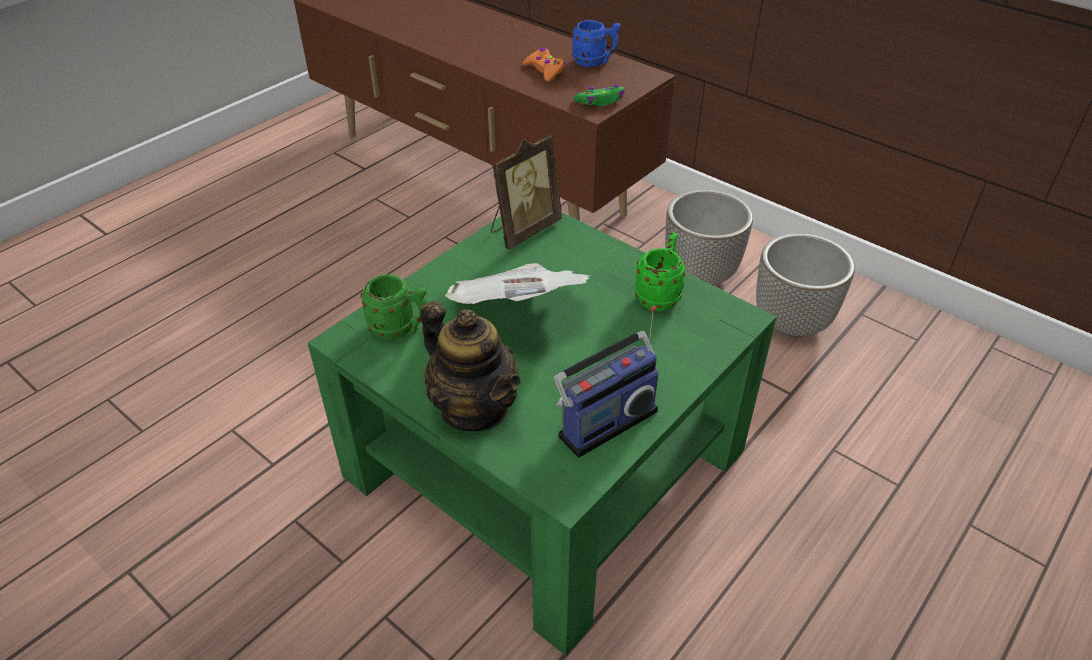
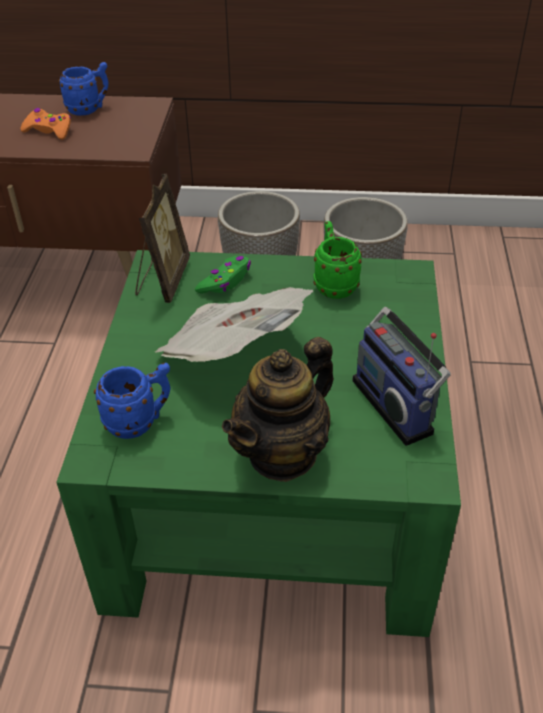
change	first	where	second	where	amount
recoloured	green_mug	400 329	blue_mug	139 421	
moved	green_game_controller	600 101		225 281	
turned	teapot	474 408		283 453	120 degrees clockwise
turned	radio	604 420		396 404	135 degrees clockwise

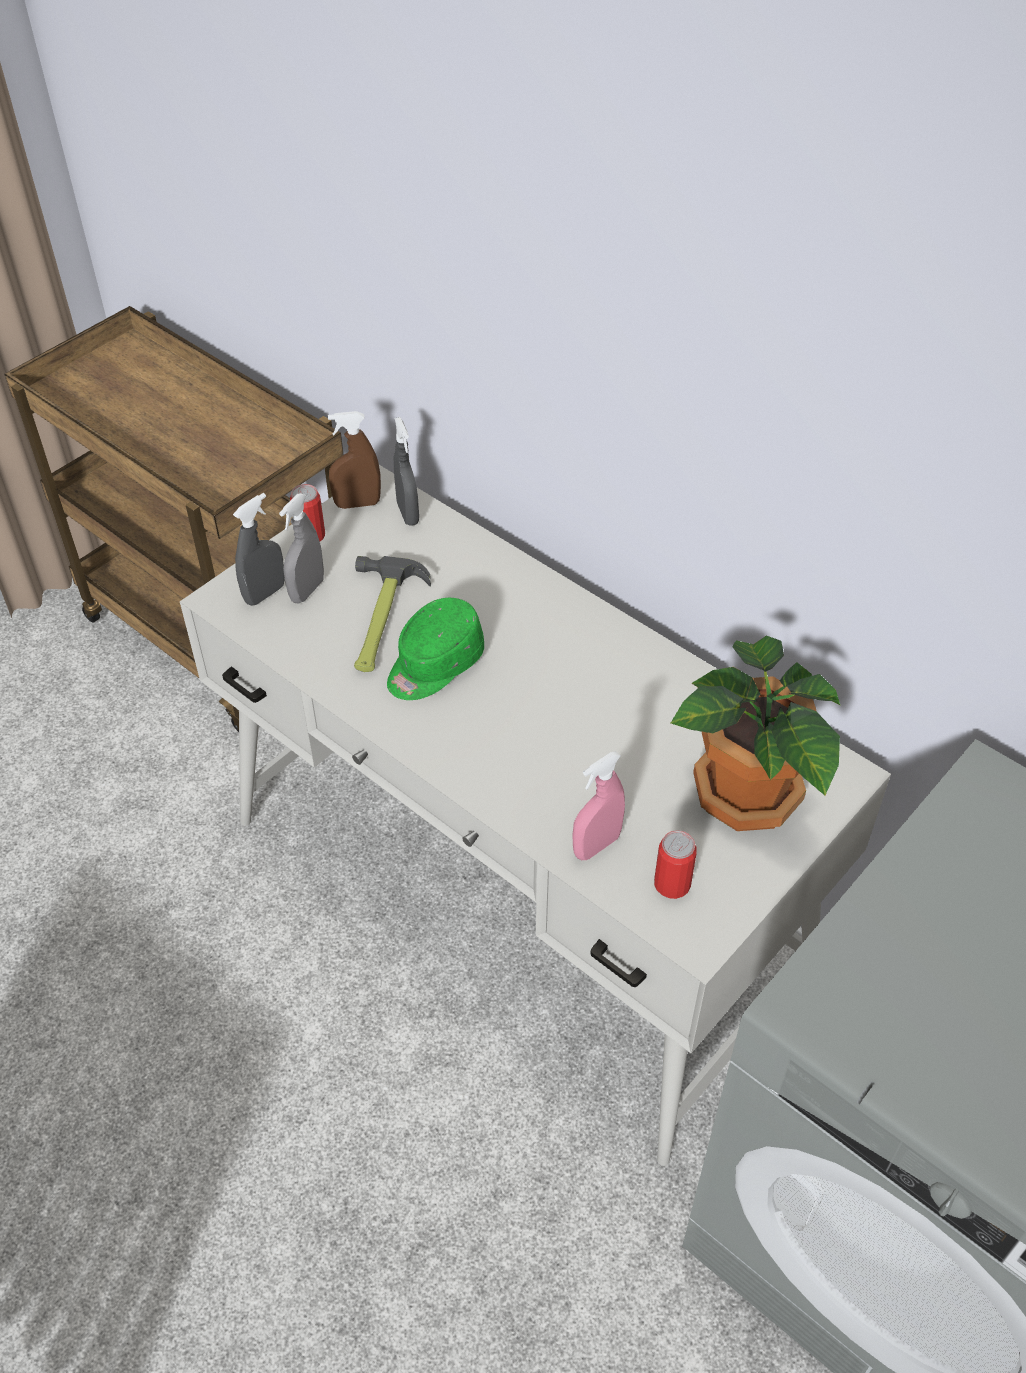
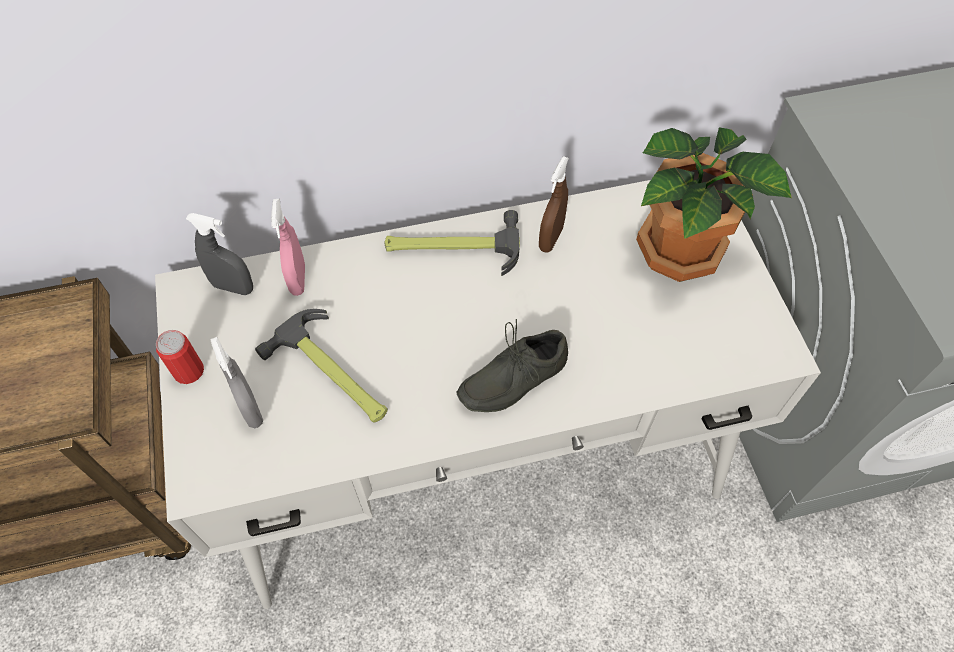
change	first	where	second	where	amount
moved	pink_spray_bottle	596 845		298 279	
added			hammer	452 247	
added			grey_shoe	510 376	
moved	brown_spray_bottle	357 504		550 238	
removed	grey_spray_bottle	265 593			
removed	green_cap	434 665			
removed	can	672 884			

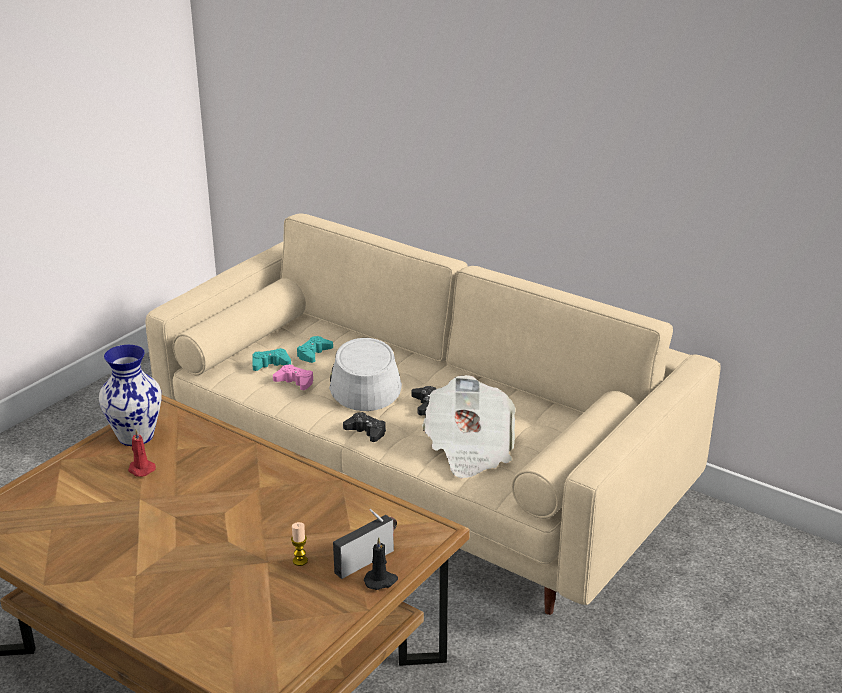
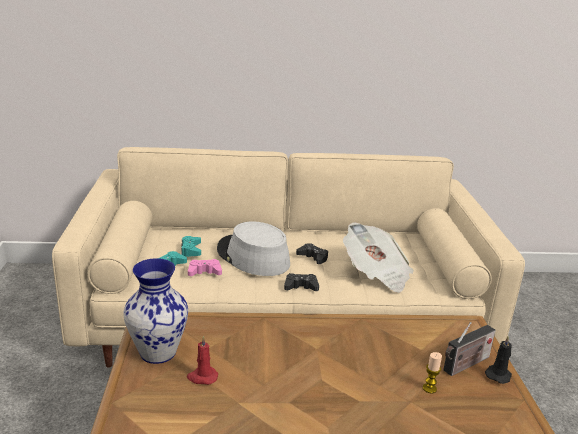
change	first	where	second	where	amount
turned	radio	366 560		465 365	135 degrees counterclockwise

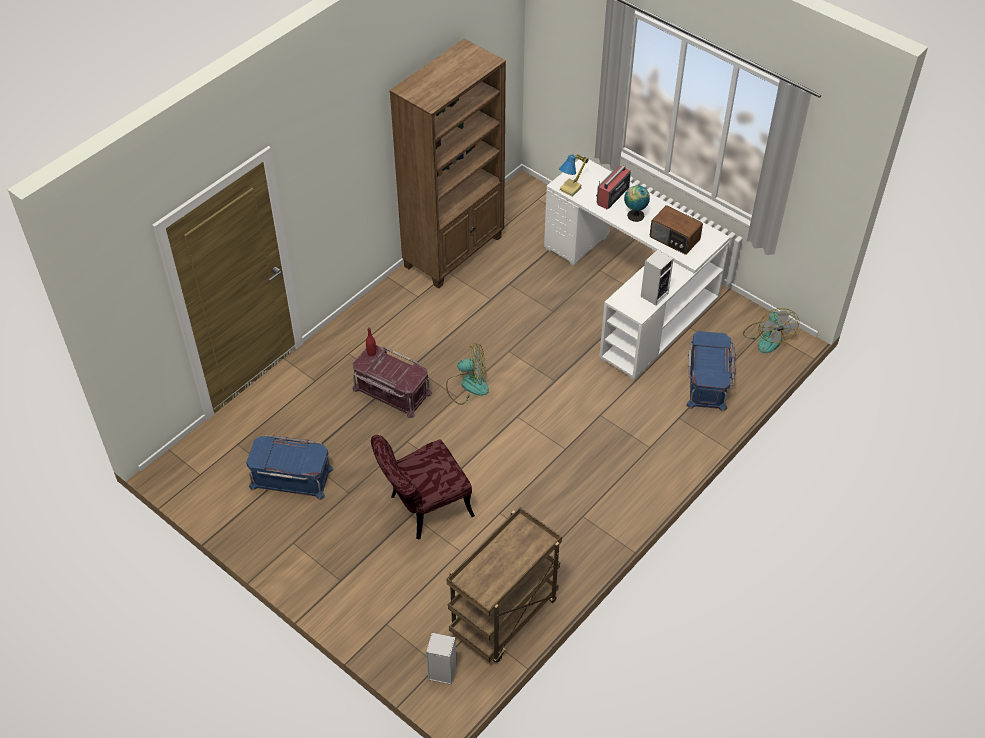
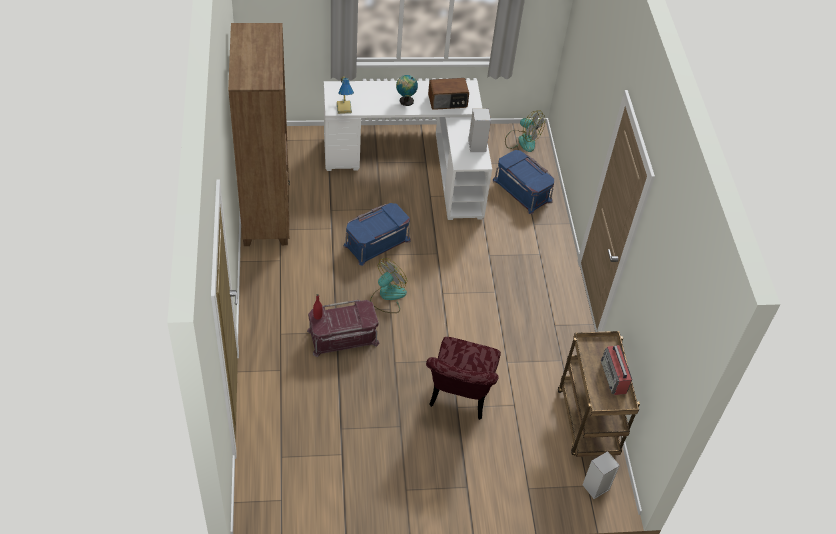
change	first	where	second	where	amount
moved	blue_storage_box	292 476		376 242	
moved	radio	612 196		613 377	

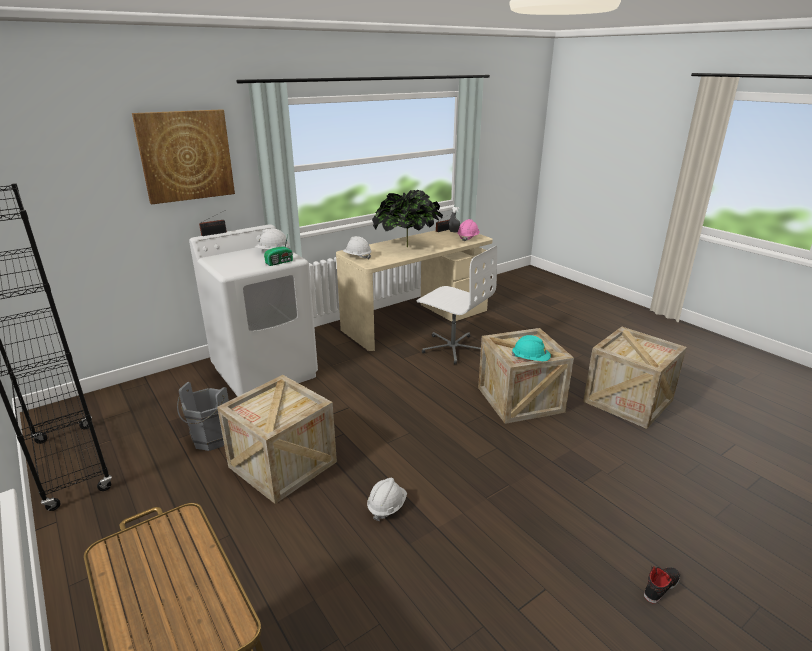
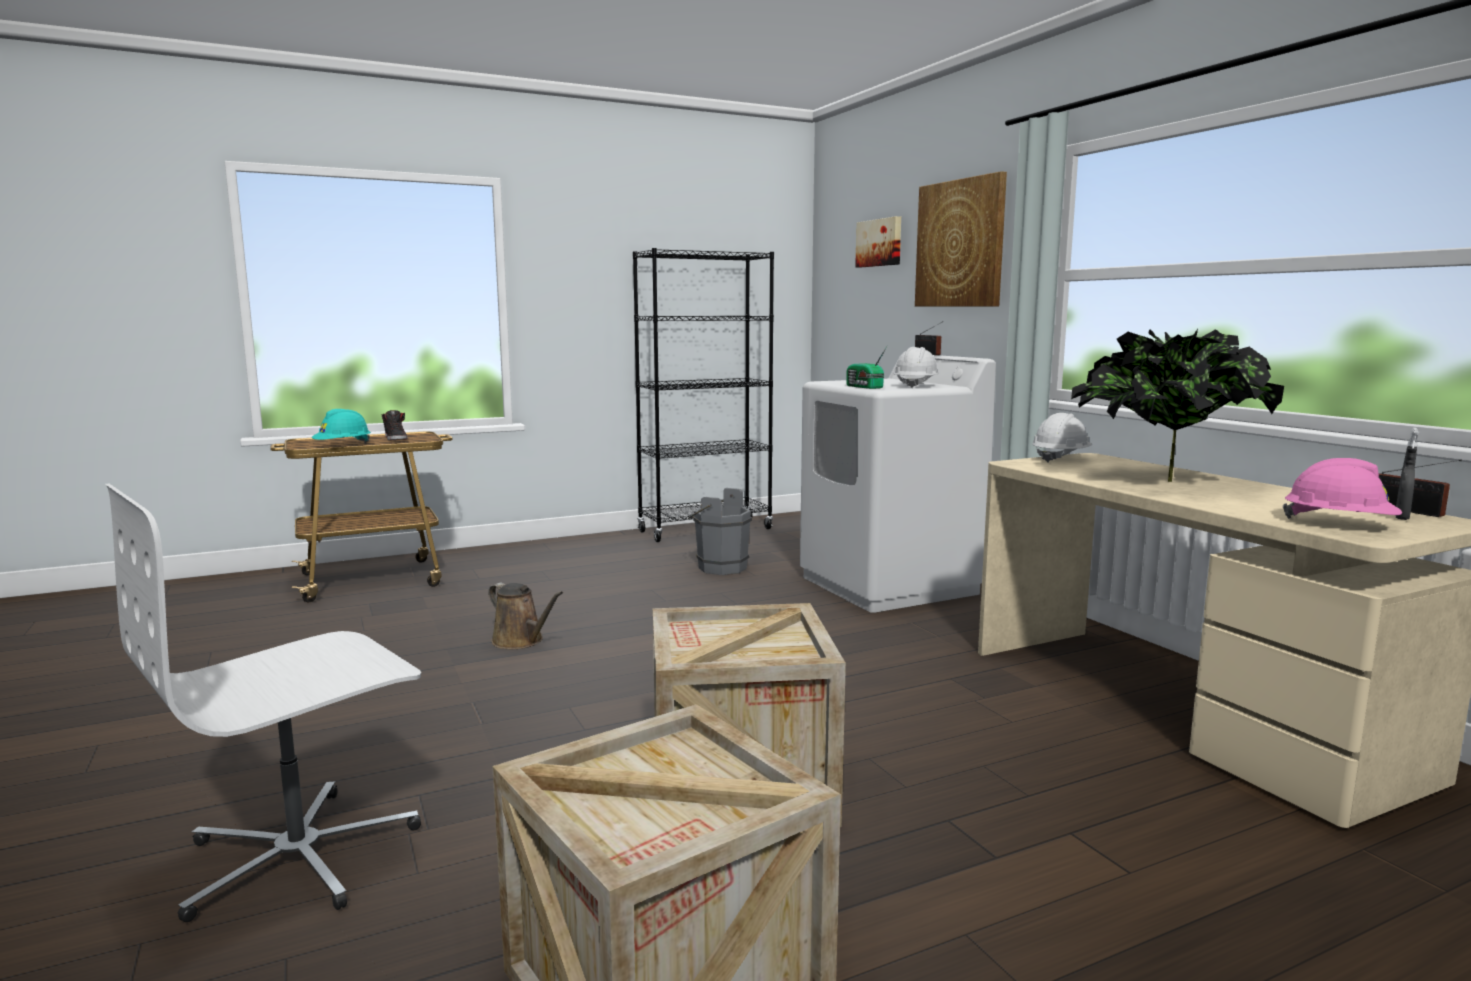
change	first	where	second	where	amount
moved	white_office_chair	452 348		300 856	
moved	turquoise_hard_hat	530 359		343 446	
moved	black_shoe	660 586		396 438	
replaced	white_hard_hat	386 506	brown_watering_can	521 641	
added			picture	880 243	
removed	crate	282 464			

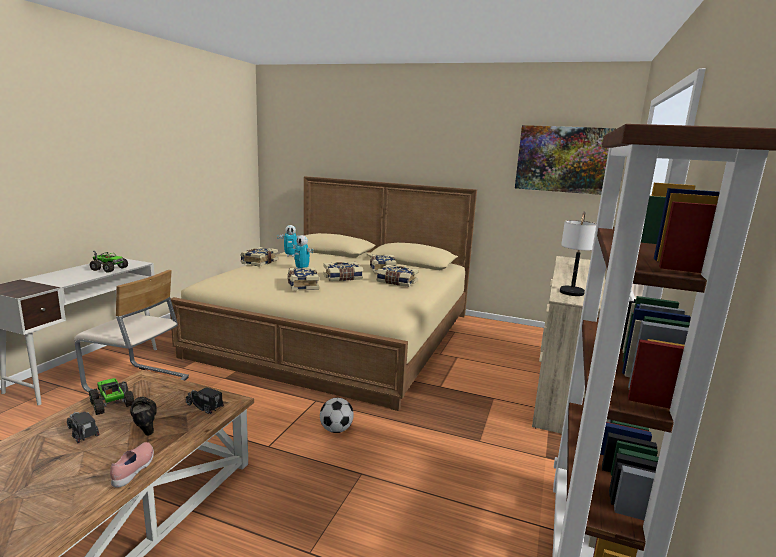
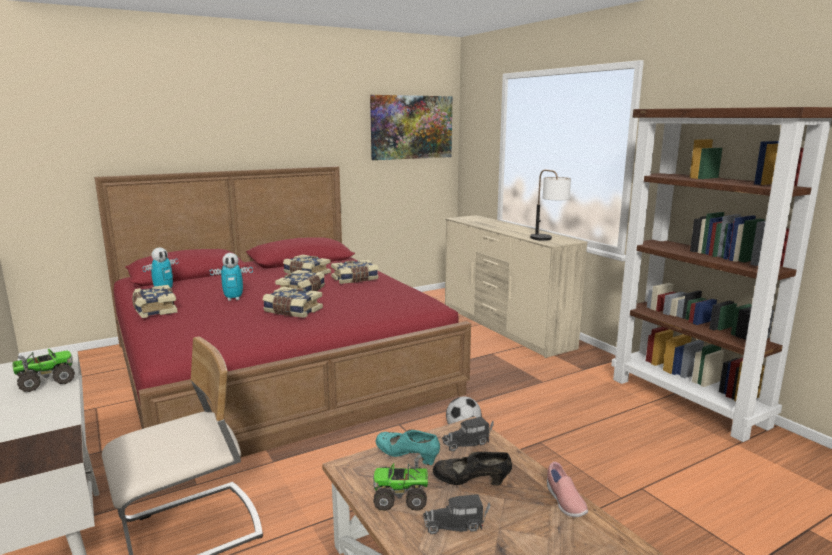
change	first	where	second	where	amount
recoloured	beige_bed	340 333	red_bed	277 367	
added			turquoise_shoe	407 457	
turned	pink_shoe	134 470		564 502	150 degrees counterclockwise

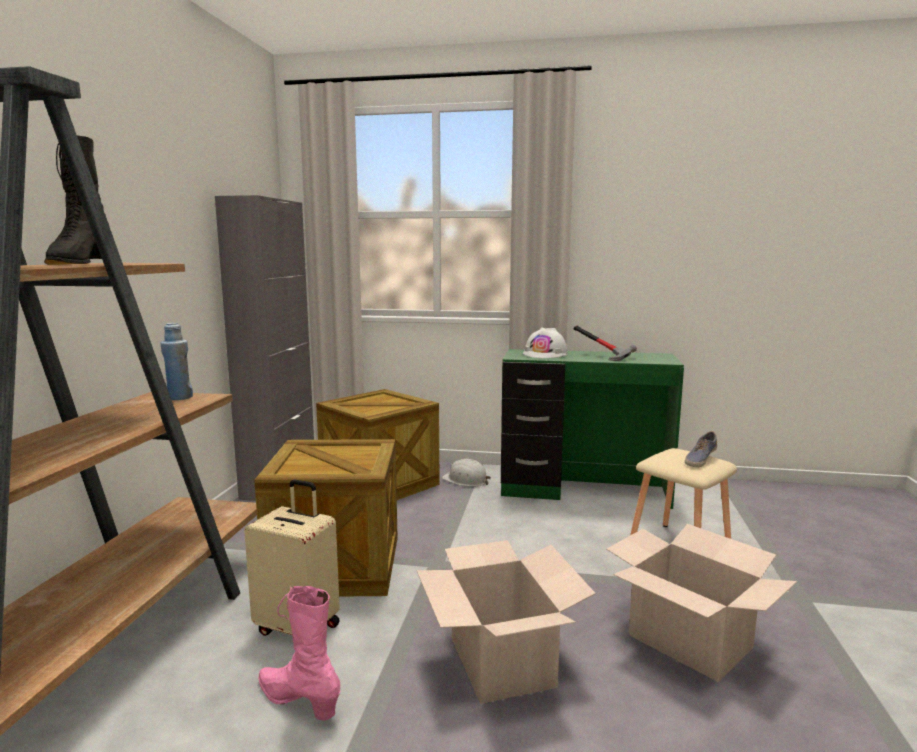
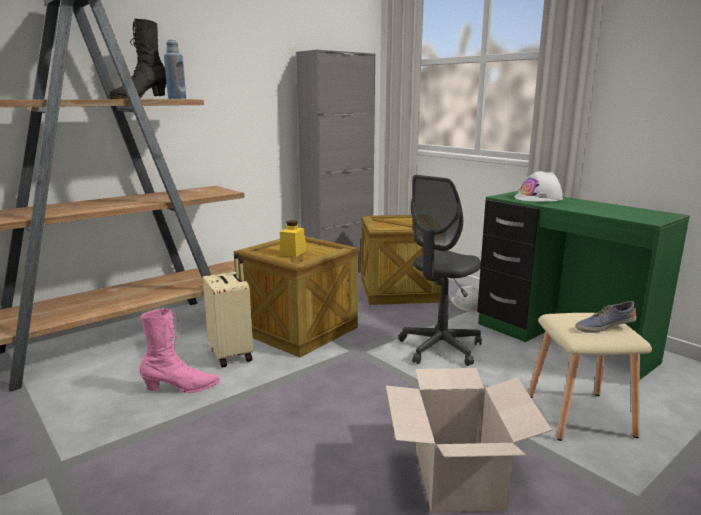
change	first	where	second	where	amount
turned	pink_boot	298 701		181 388	90 degrees clockwise
moved	blue_bottle	179 397		177 98	
added			yellow_jar	293 252	
added			grey_office_chair	440 348	
removed	cardboard_box	502 662			
removed	hammer	604 356			

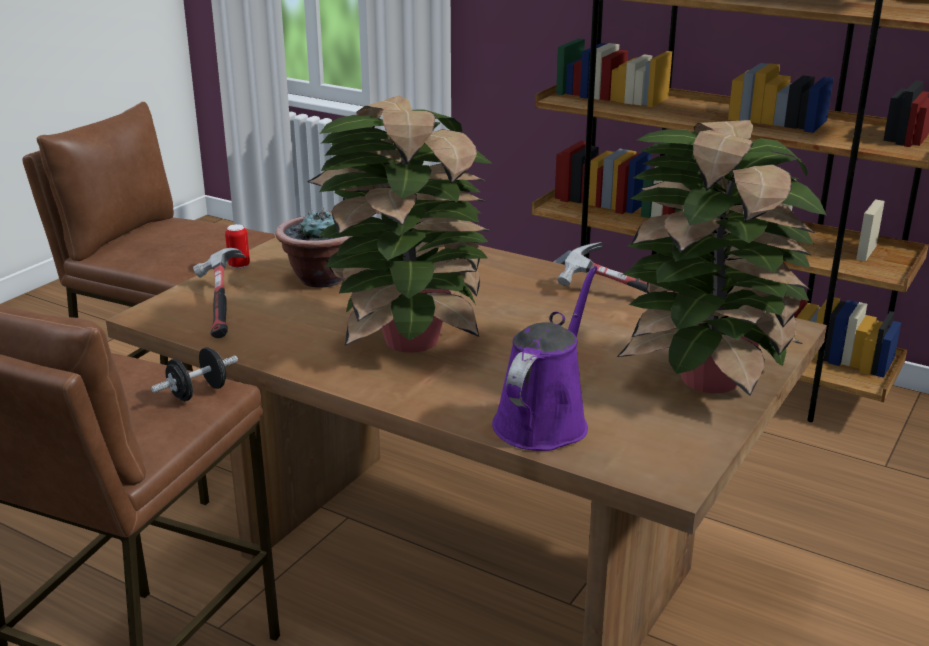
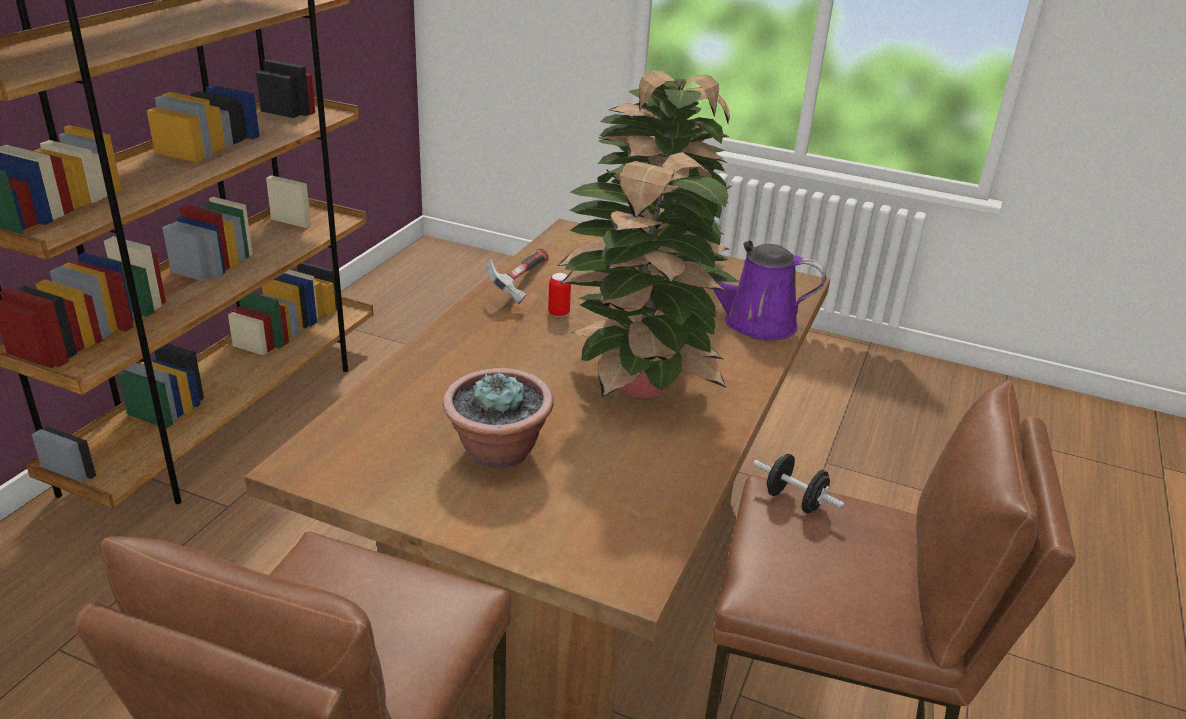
change	first	where	second	where	amount
moved	can	239 266		558 313	
removed	hammer	221 305			

